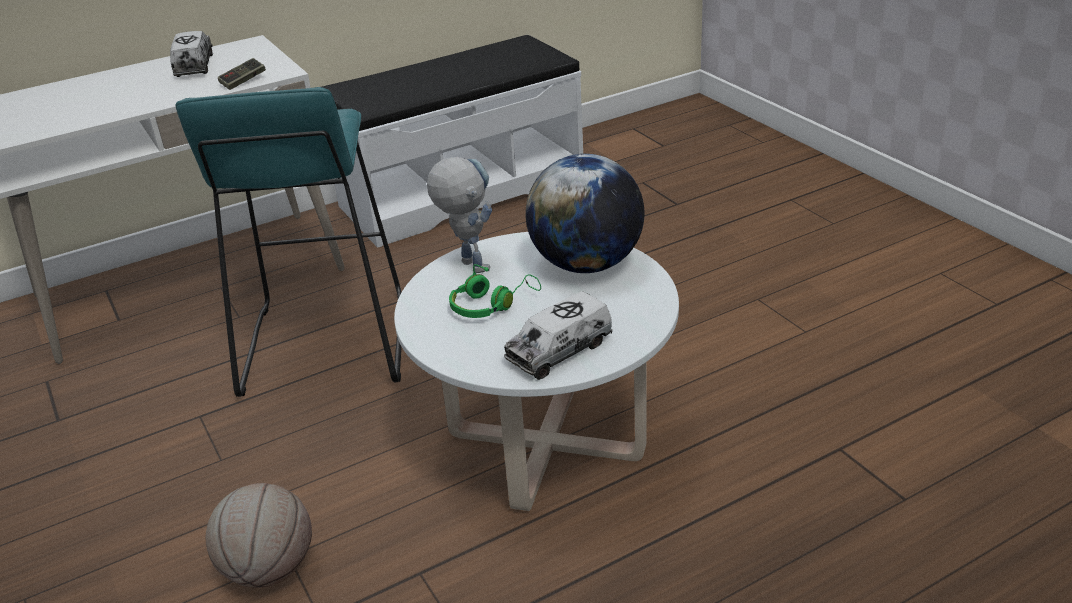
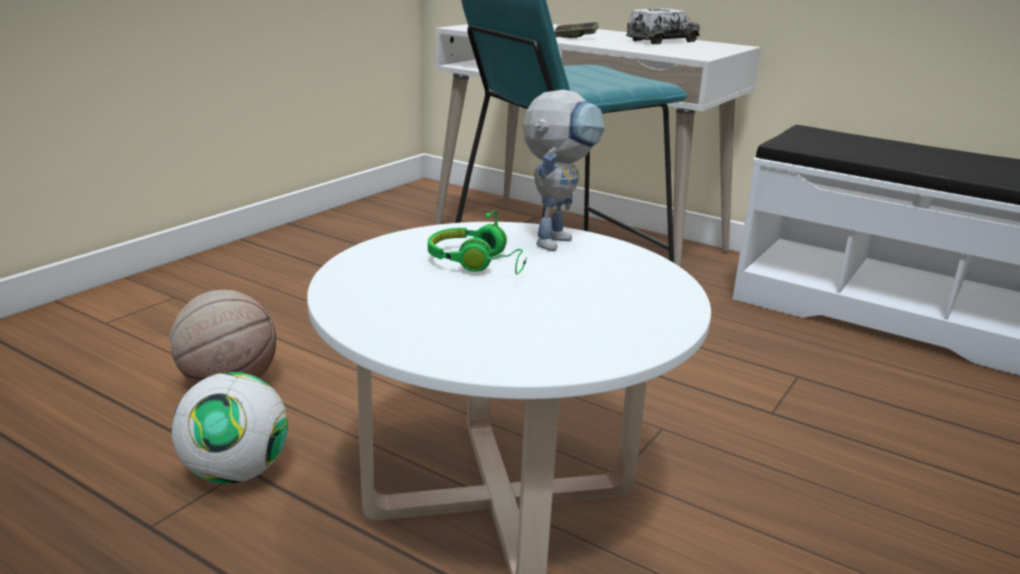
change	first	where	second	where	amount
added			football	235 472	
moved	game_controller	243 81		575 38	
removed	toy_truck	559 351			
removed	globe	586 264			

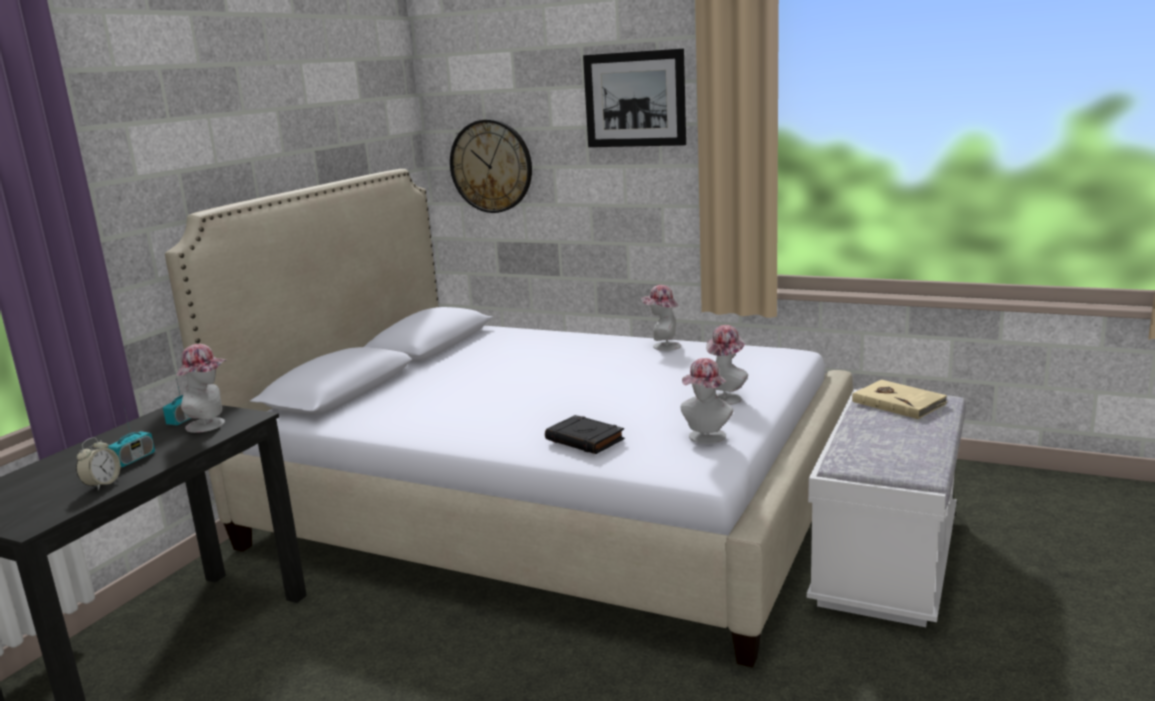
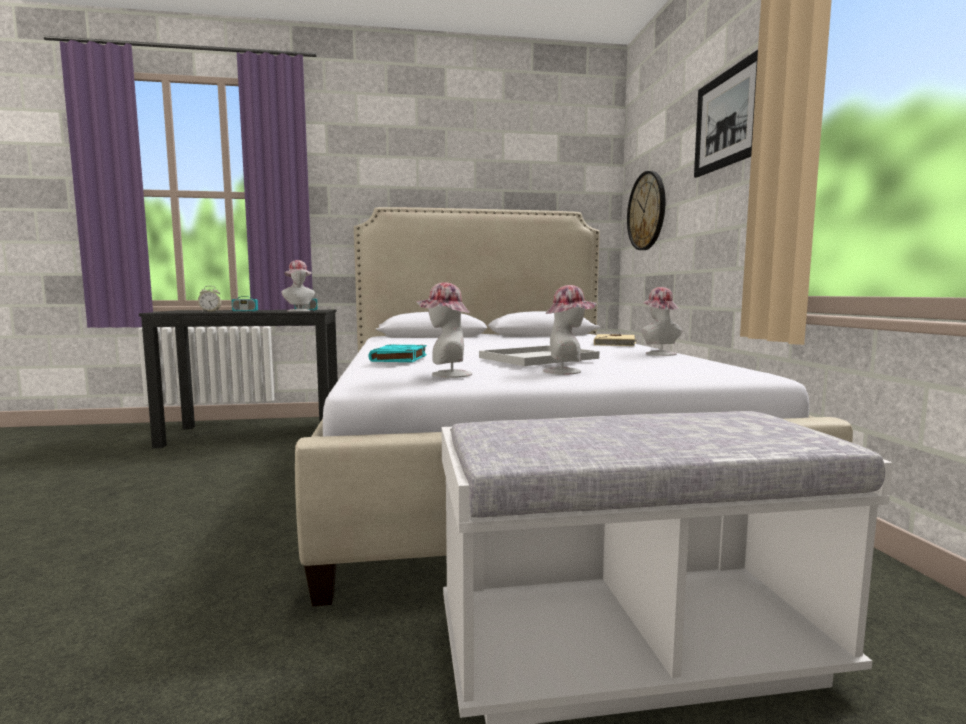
change	first	where	second	where	amount
recoloured	black_book	585 440	turquoise_book	399 358	
added			white_tray	539 358	
moved	beige_book	898 402		616 343	

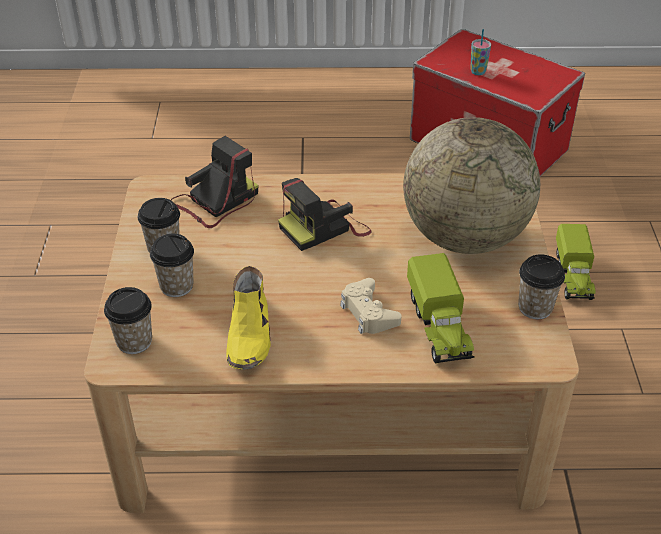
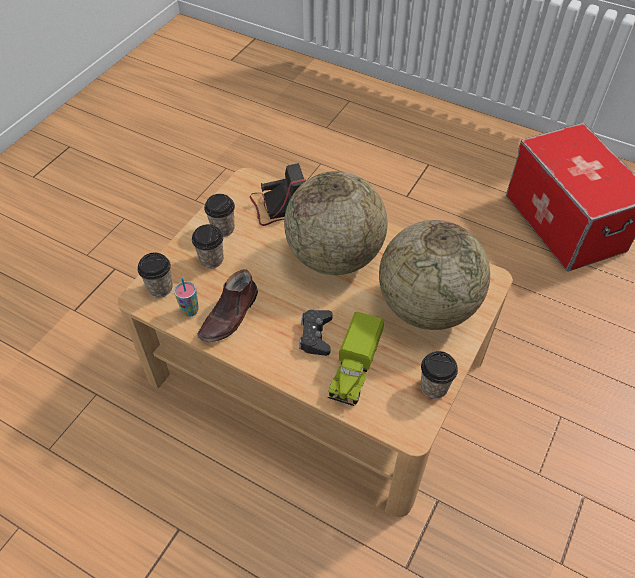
change	first	where	second	where	amount
moved	cup	478 72		190 310	
recoloured	yellow_shoe	250 334	brown_shoe	230 316	
replaced	photo_camera	324 227	globe	334 257	
recoloured	beige_game_controller	368 312	black_game_controller	315 335	
removed	toy_truck	573 276			

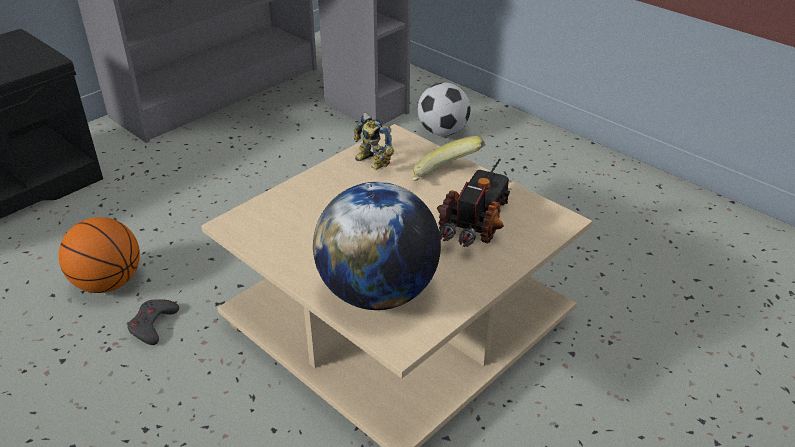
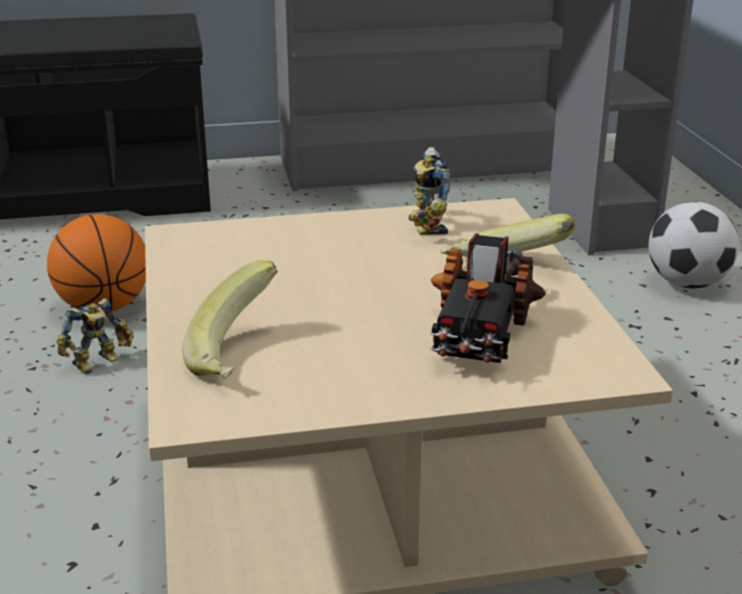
change	first	where	second	where	amount
replaced	grey_game_controller	153 325	toy_robot	99 363	
replaced	globe	378 293	banana	239 356	
turned	toy_truck	476 223		478 331	135 degrees clockwise

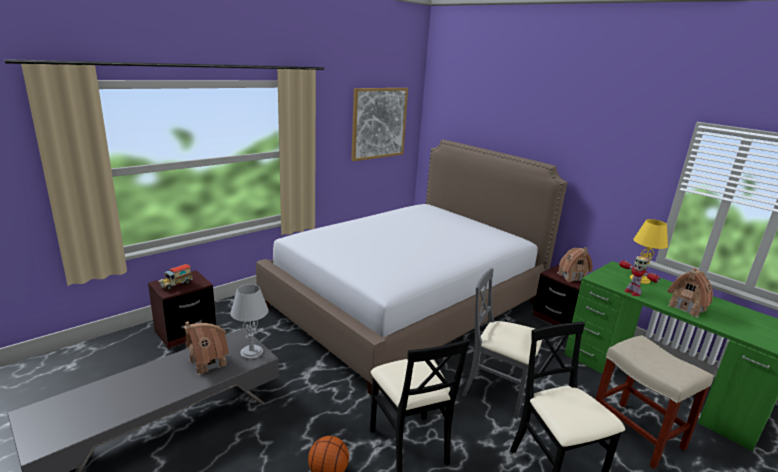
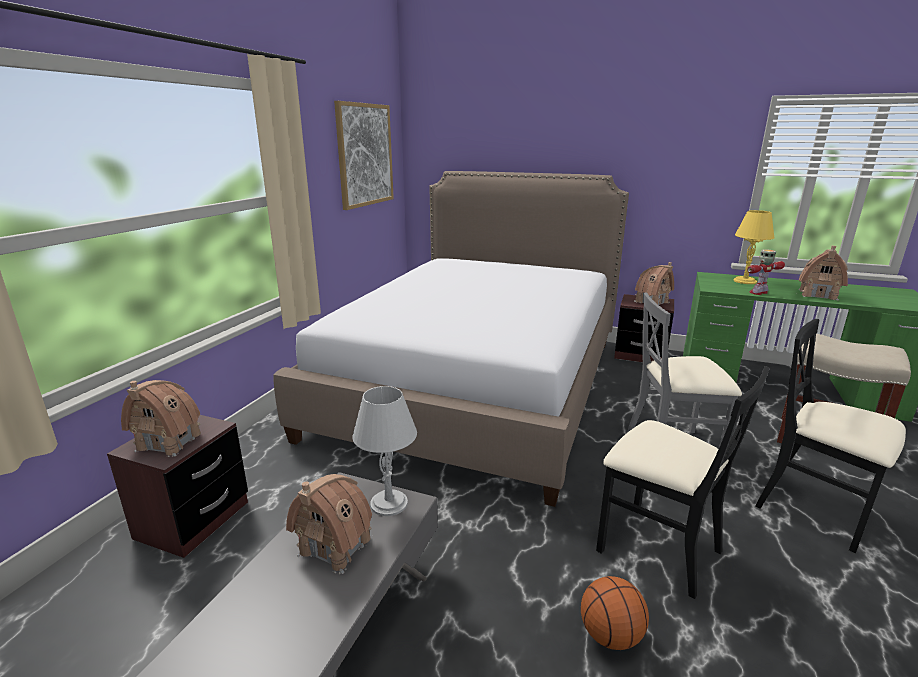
change	first	where	second	where	amount
replaced	toy_truck	176 285	toy_house	169 442	
turned	toy_robot	632 292		759 293	120 degrees clockwise

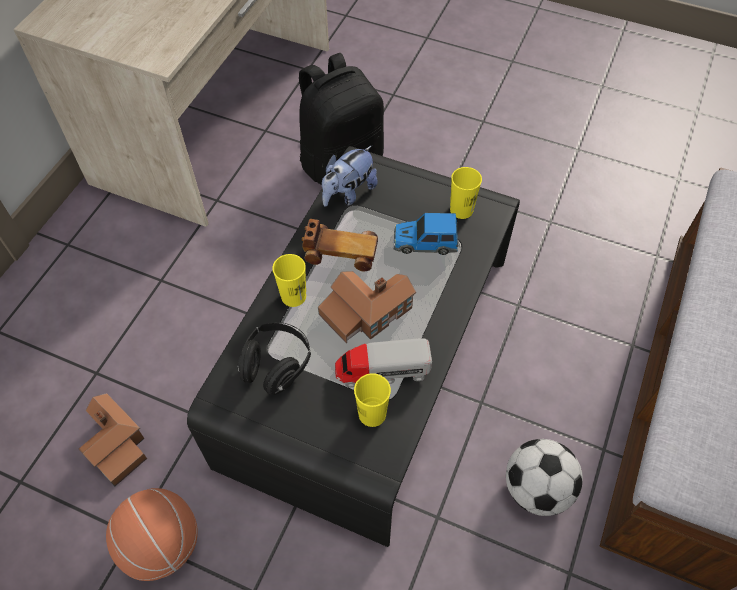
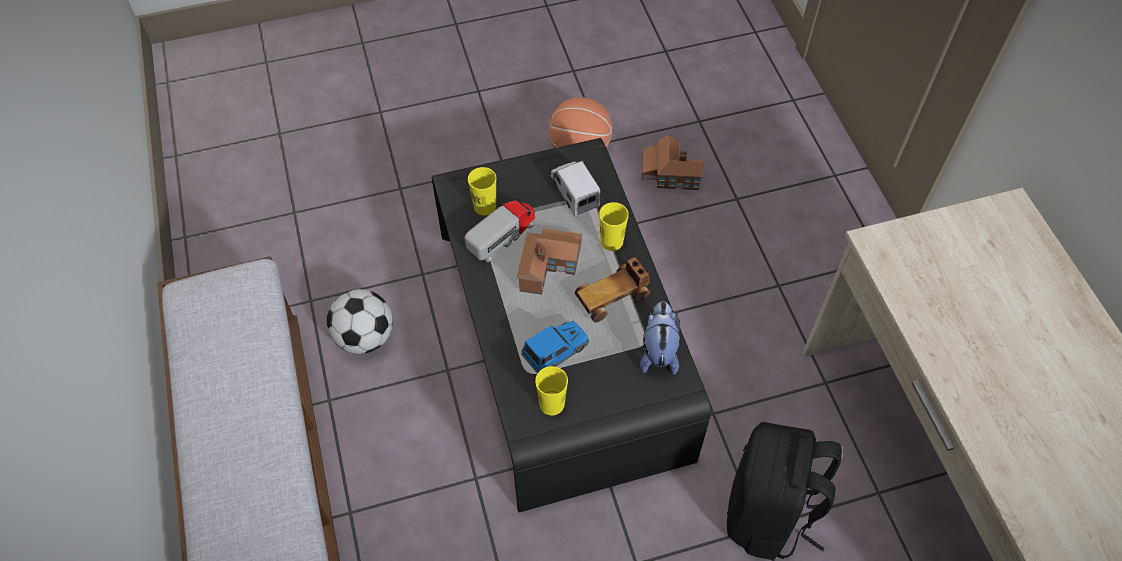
change	first	where	second	where	amount
replaced	black_headphones	276 365	toy_truck	574 192	

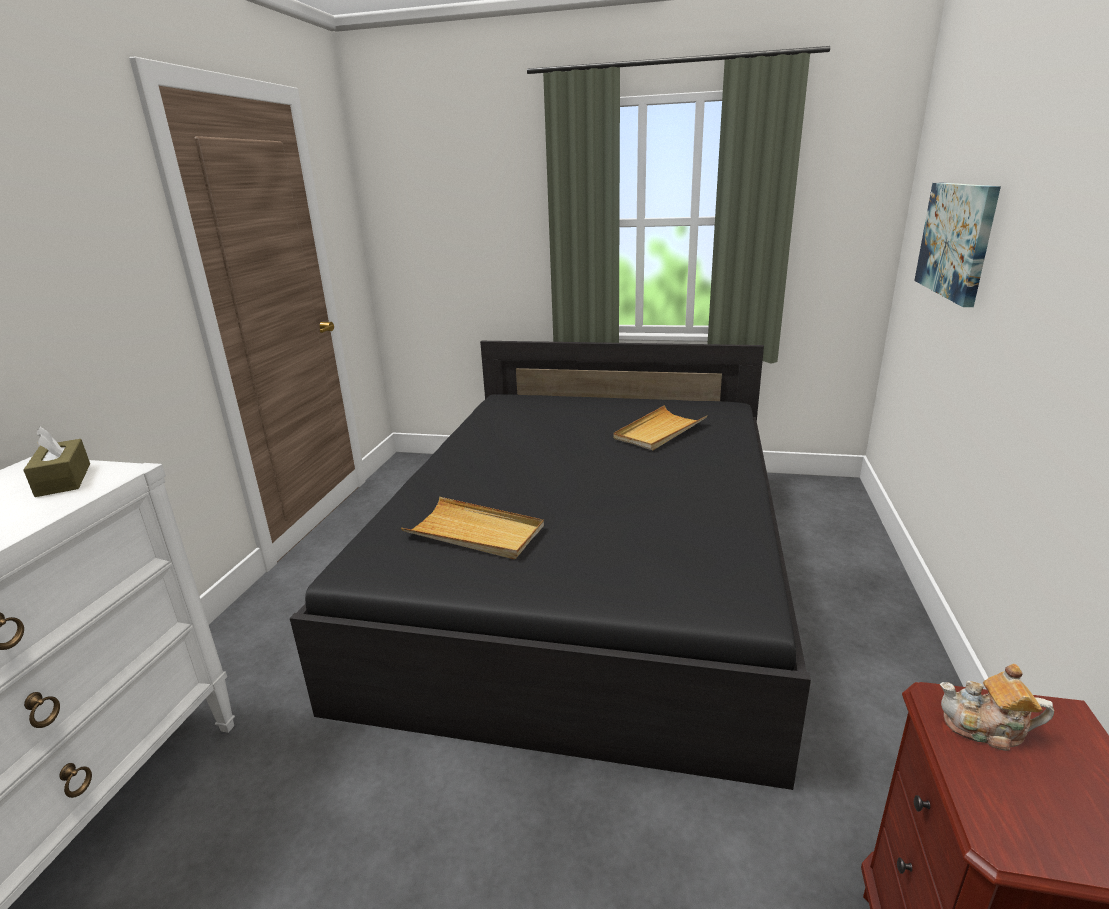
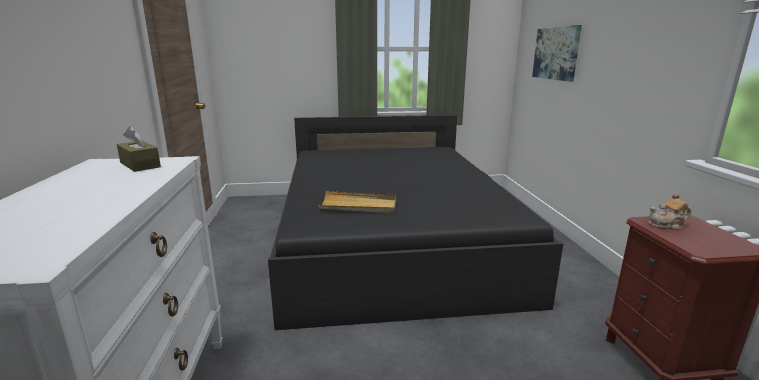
change	first	where	second	where	amount
removed	beige_tray	659 431			

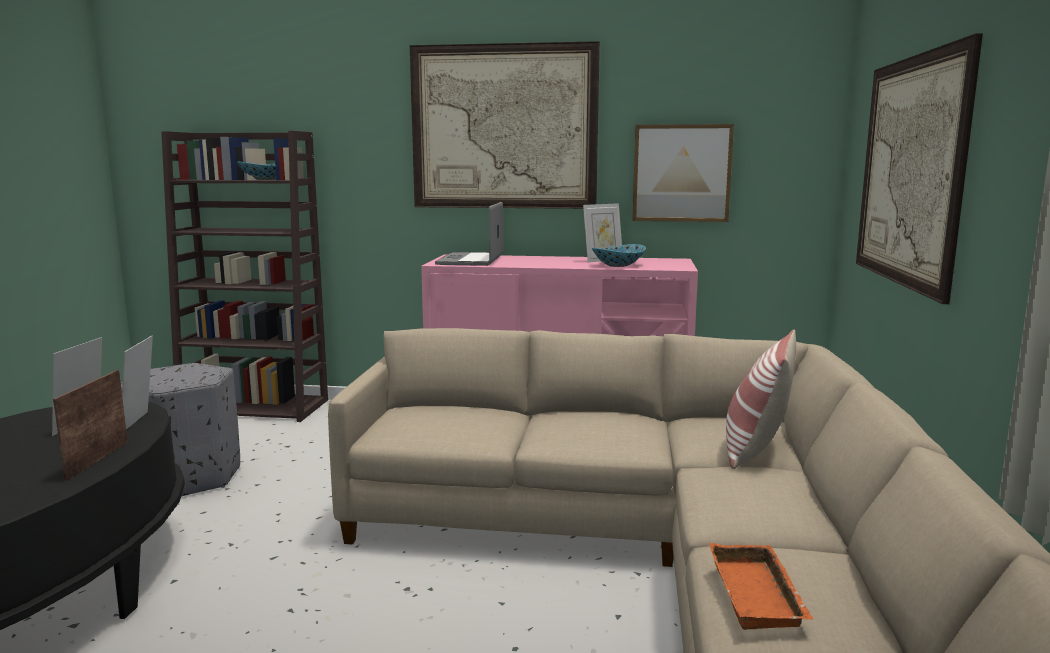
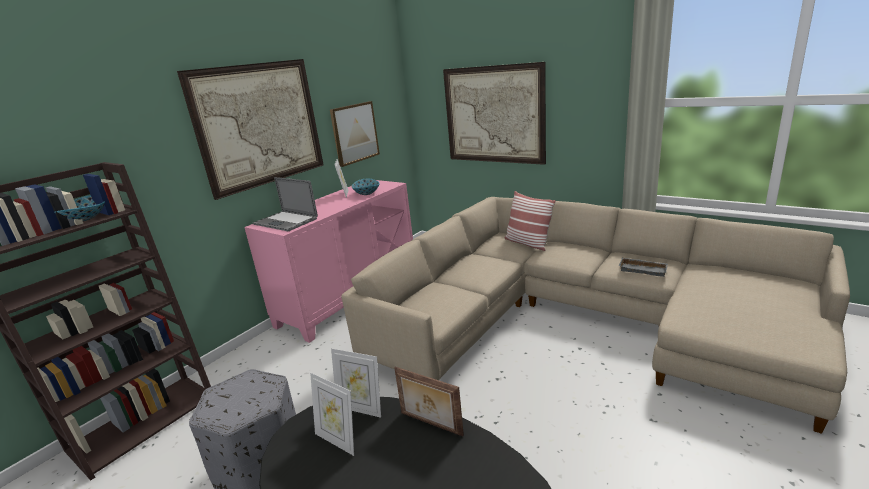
change	first	where	second	where	amount
recoloured	orange_tray	760 595	grey_tray	643 269	

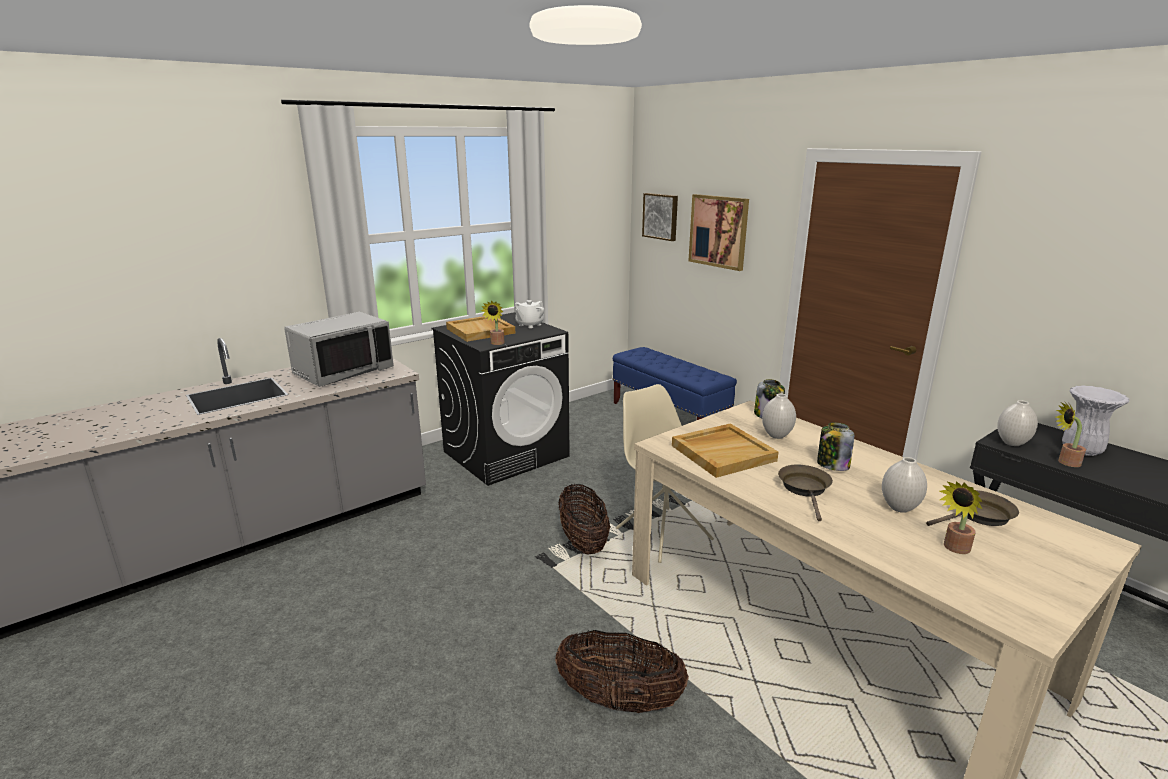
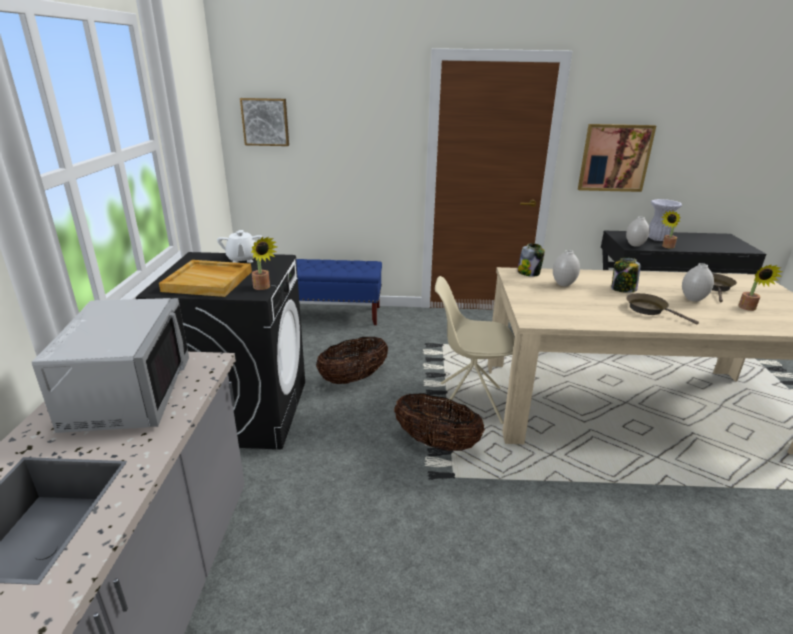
change	first	where	second	where	amount
moved	basket	619 700		353 378	
moved	picture	718 231		614 158	
removed	beige_tray	723 452			

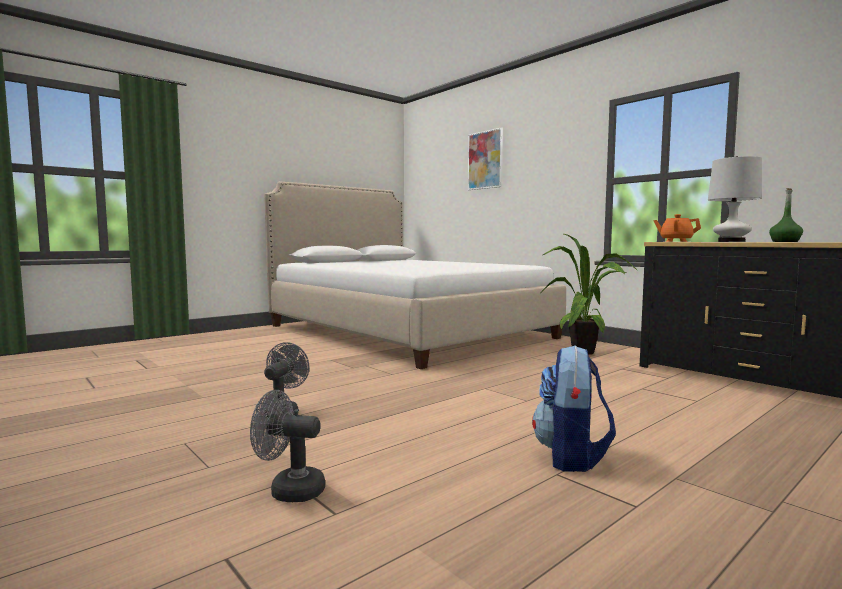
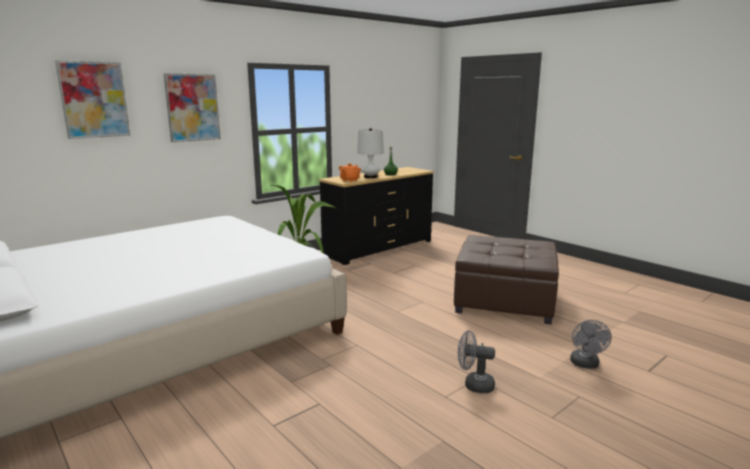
change	first	where	second	where	amount
added			picture	192 107	
replaced	backpack	571 457	brown_ottoman	505 300	

